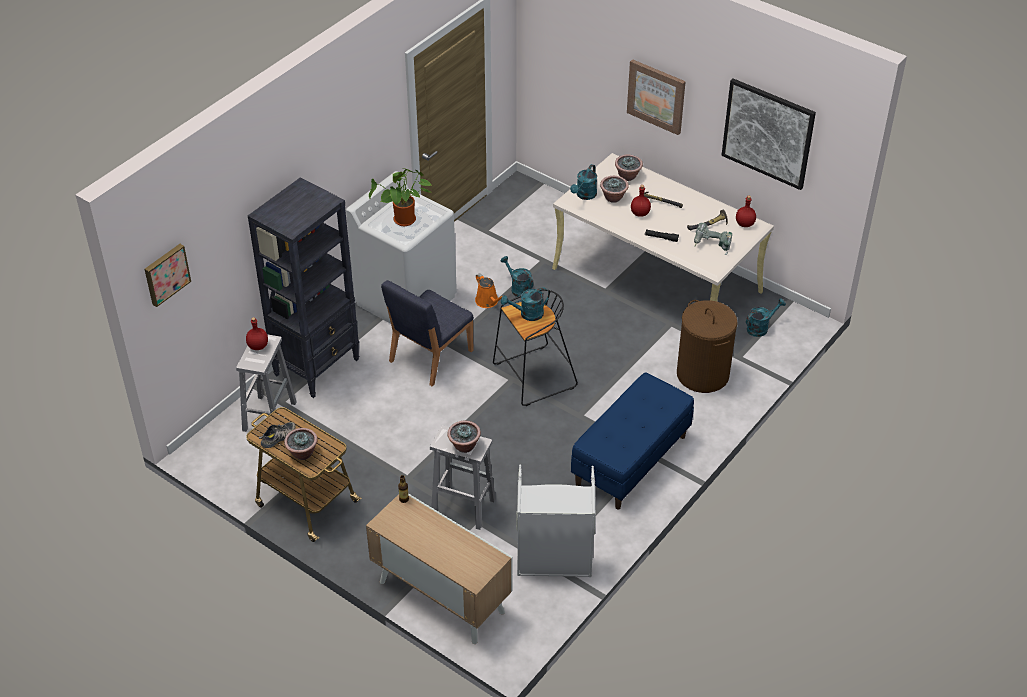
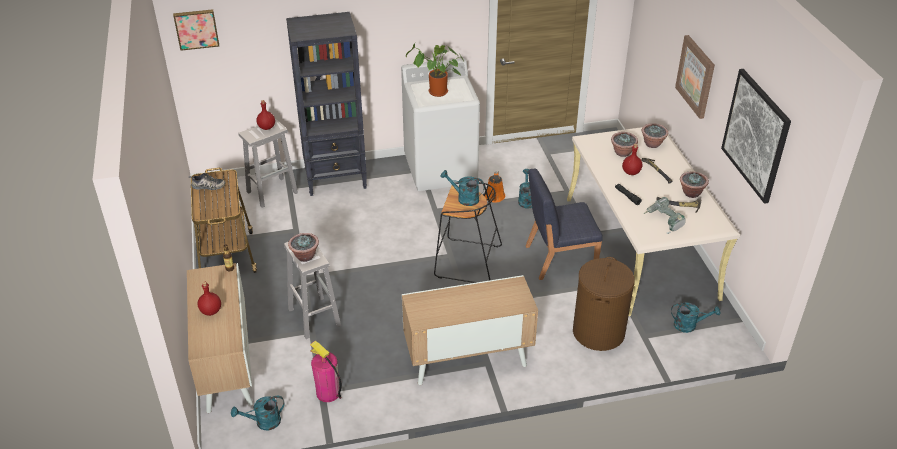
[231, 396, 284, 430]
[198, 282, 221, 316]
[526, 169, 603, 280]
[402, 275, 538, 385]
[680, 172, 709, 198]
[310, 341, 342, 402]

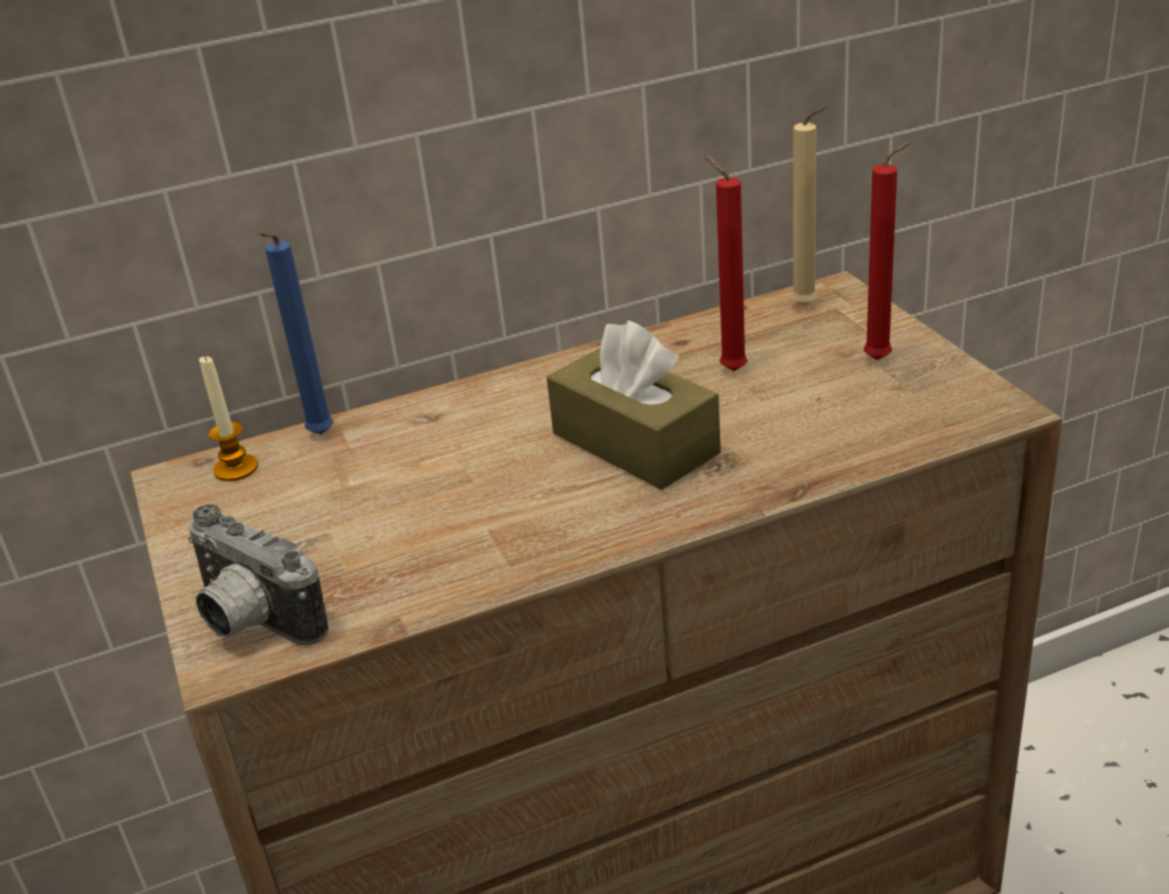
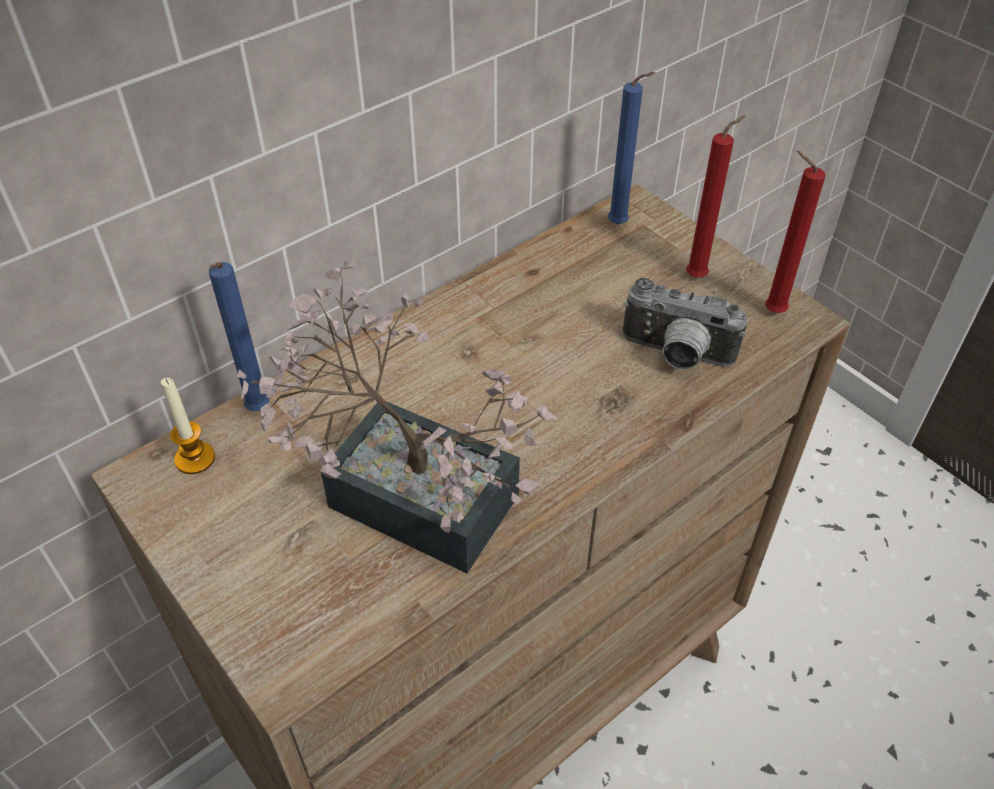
[608, 72, 656, 225]
[765, 151, 825, 313]
[547, 321, 721, 490] (first image)
[622, 278, 748, 370]
[237, 261, 558, 573]

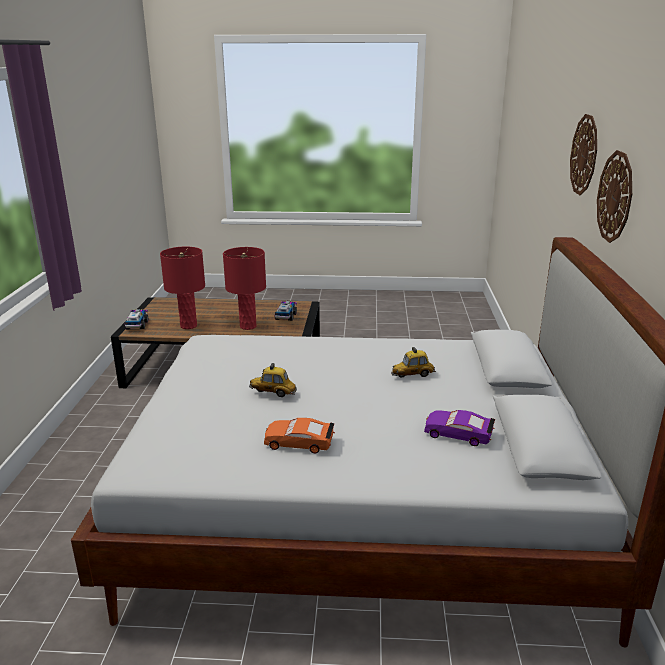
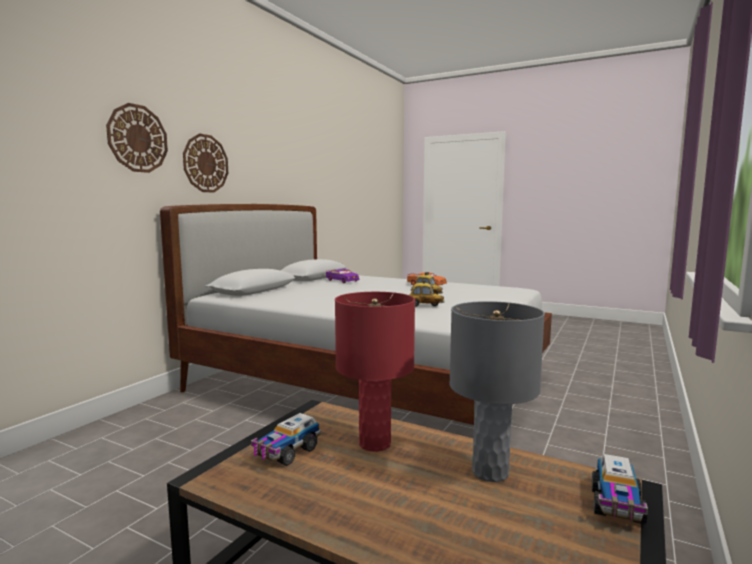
[449, 301, 545, 482]
[410, 279, 444, 307]

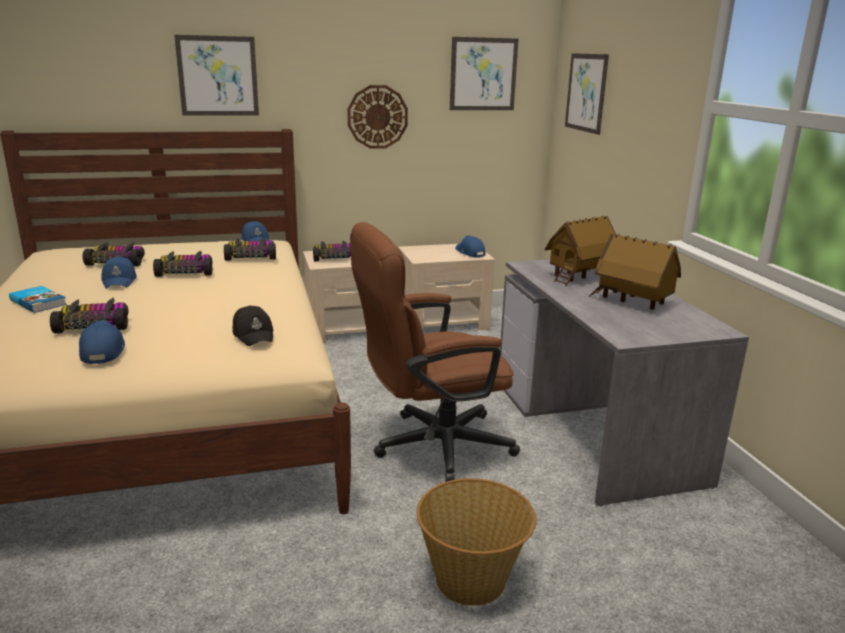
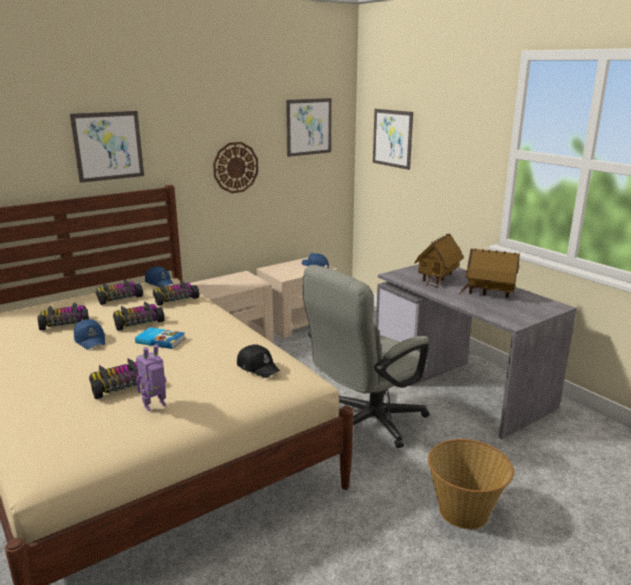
[302, 265, 429, 448]
[96, 279, 143, 305]
[135, 327, 185, 349]
[136, 344, 167, 411]

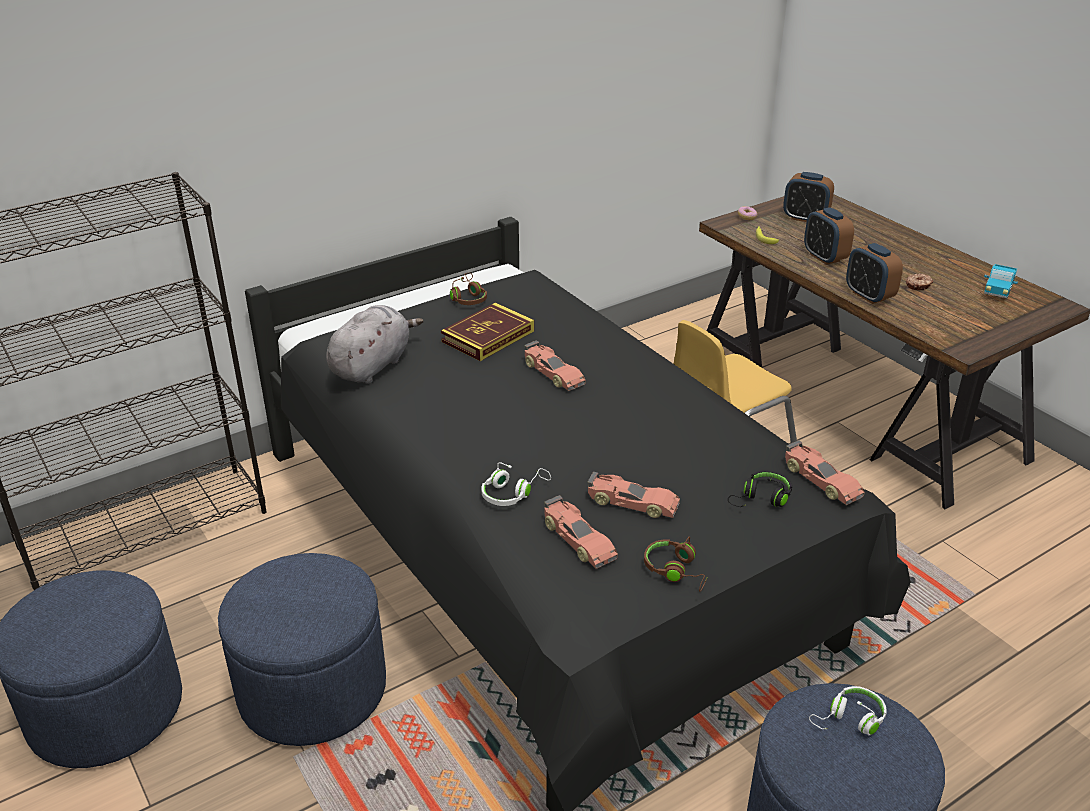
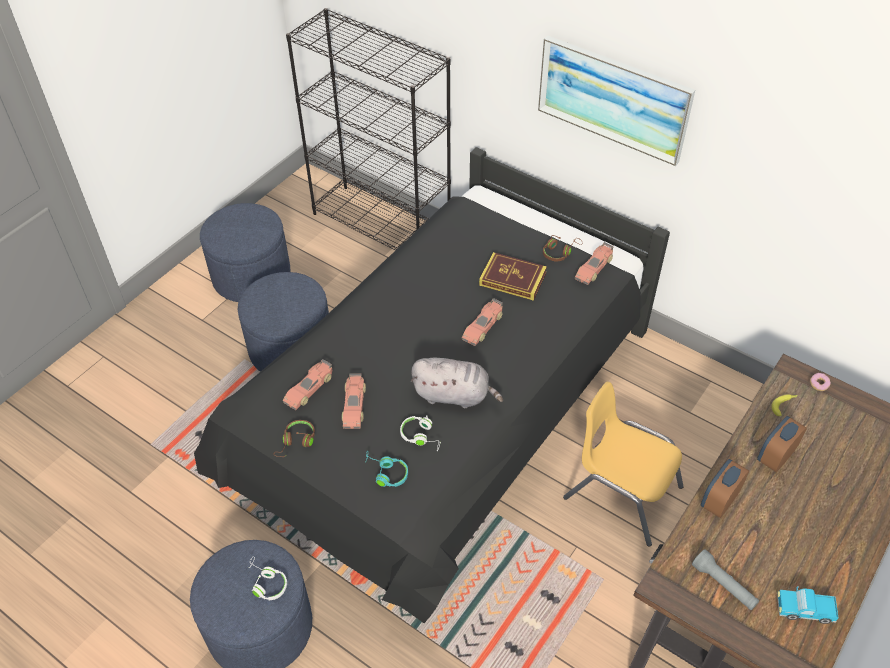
[783, 172, 834, 222] (first image)
[906, 274, 933, 290] (first image)
[411, 358, 503, 408]
[575, 242, 614, 285]
[400, 416, 441, 452]
[365, 450, 408, 487]
[538, 36, 695, 166]
[692, 549, 759, 610]

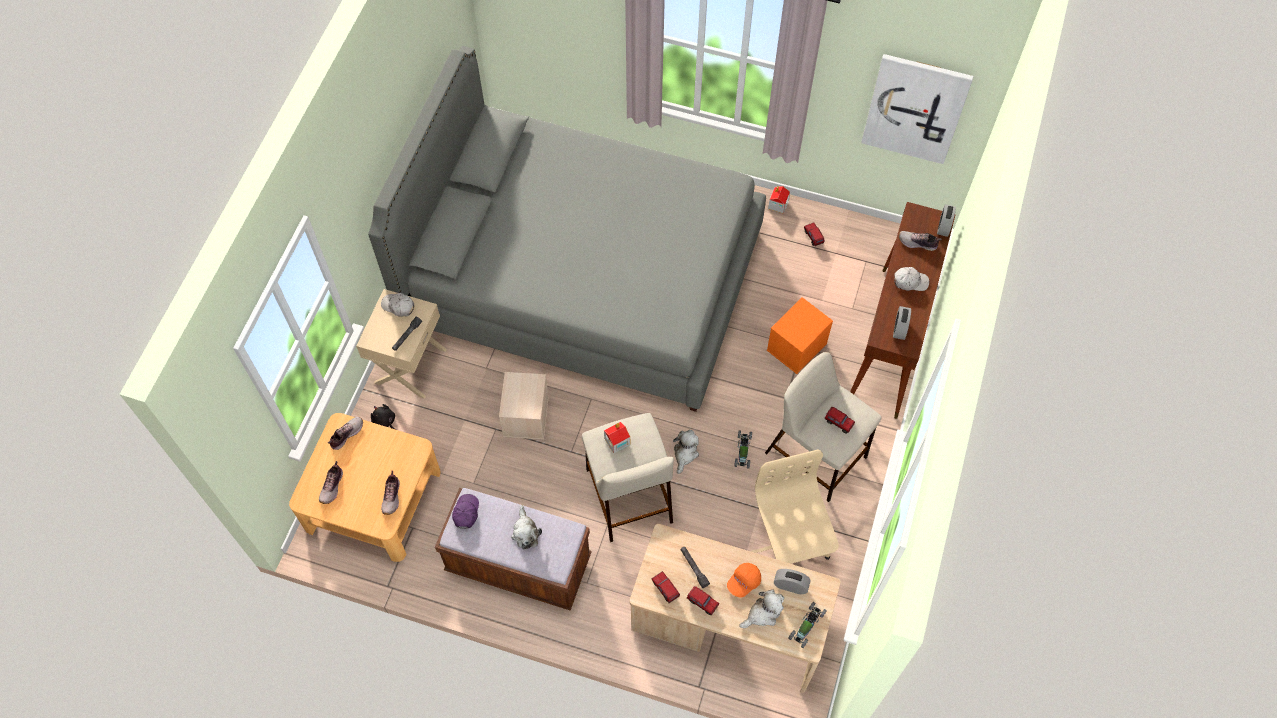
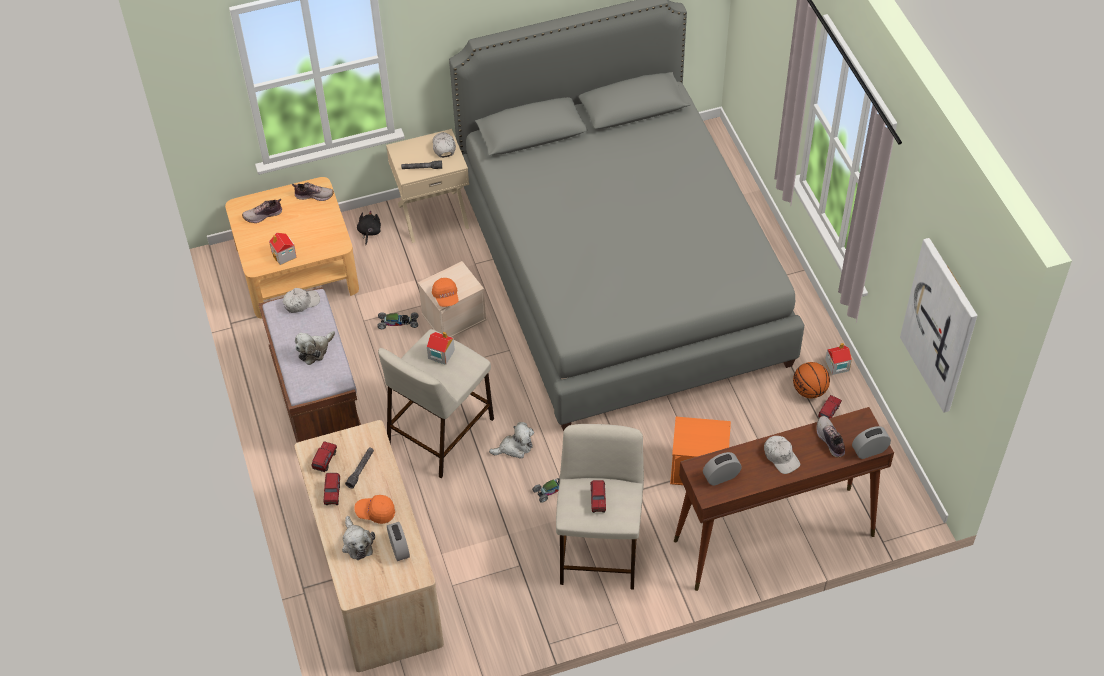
[750, 450, 839, 564] (first image)
[269, 233, 297, 265]
[283, 288, 320, 313]
[342, 516, 375, 560]
[377, 312, 419, 329]
[432, 278, 458, 307]
[793, 362, 830, 399]

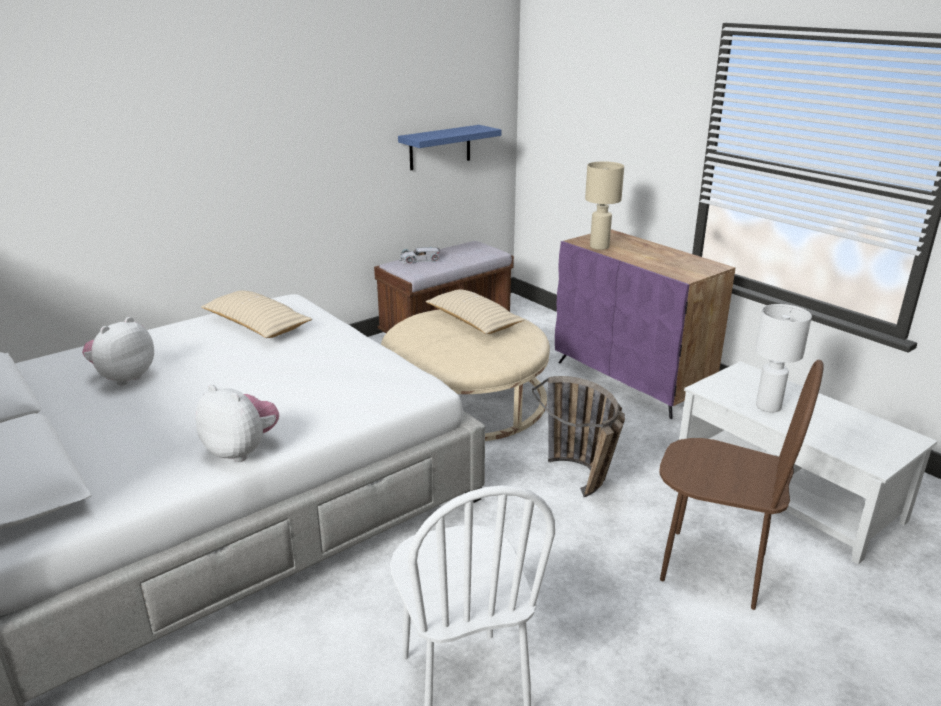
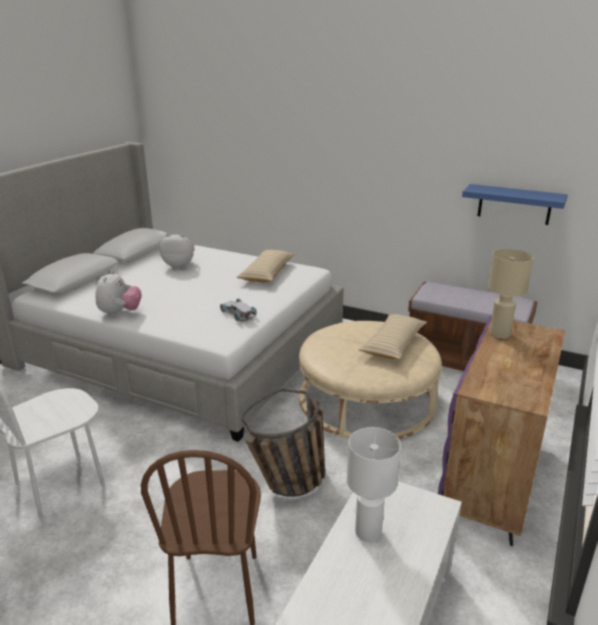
[220, 299, 257, 321]

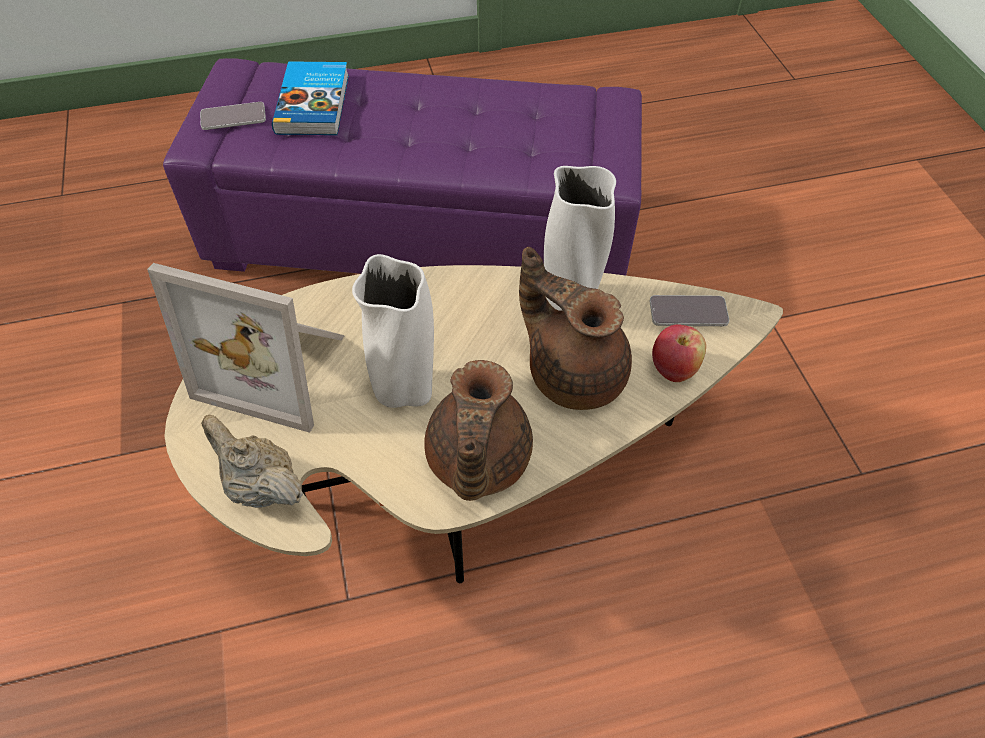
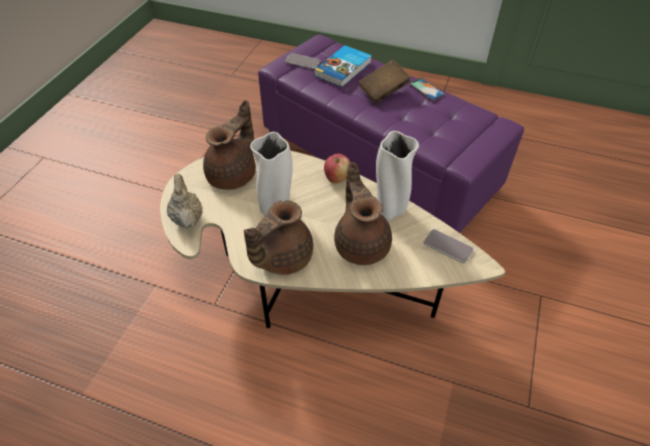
[203, 100, 256, 190]
[324, 154, 350, 184]
[358, 59, 411, 104]
[410, 78, 445, 101]

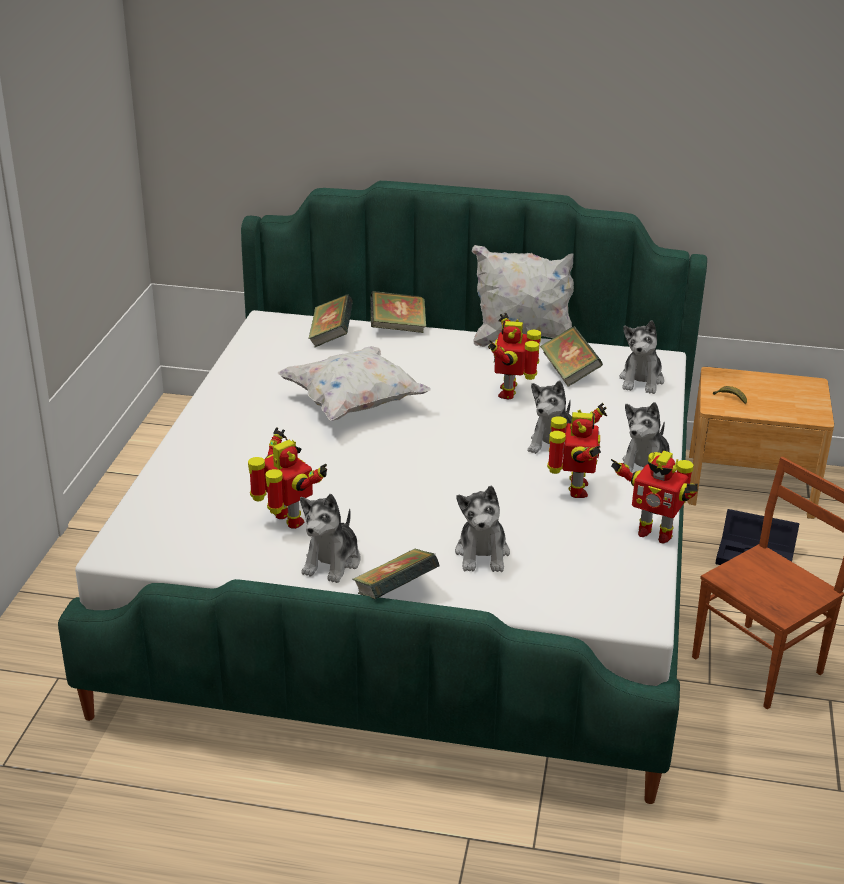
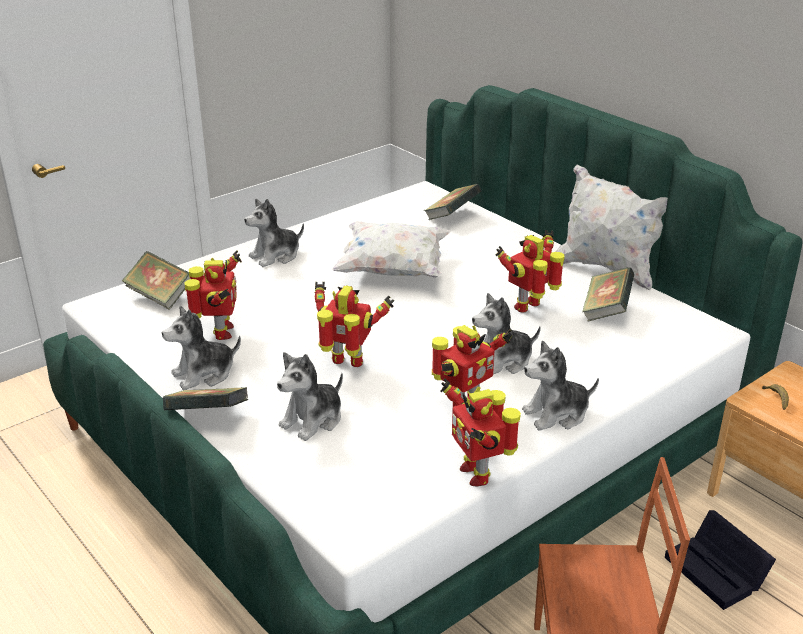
[122, 251, 190, 310]
[244, 198, 304, 267]
[315, 282, 394, 367]

